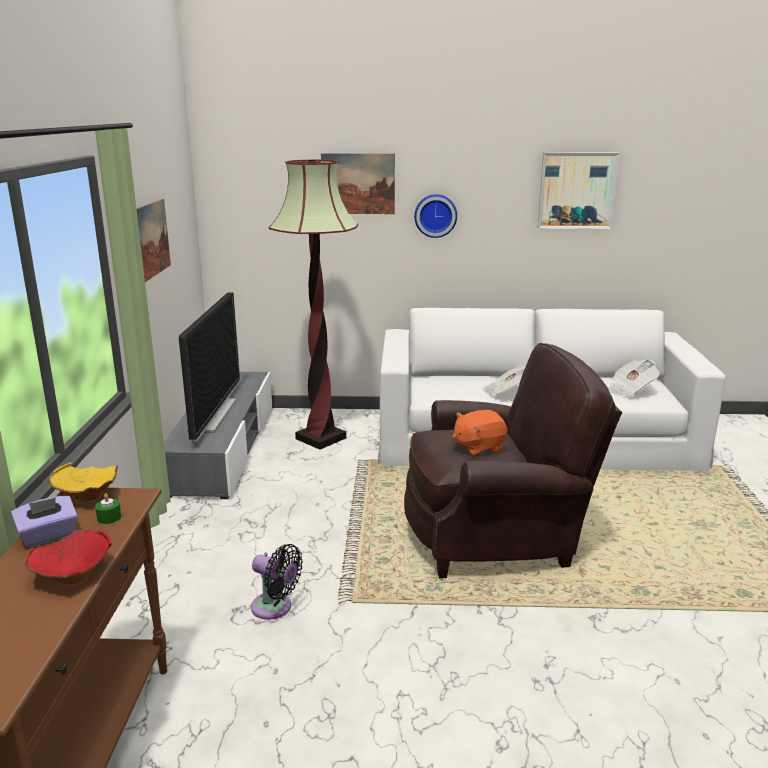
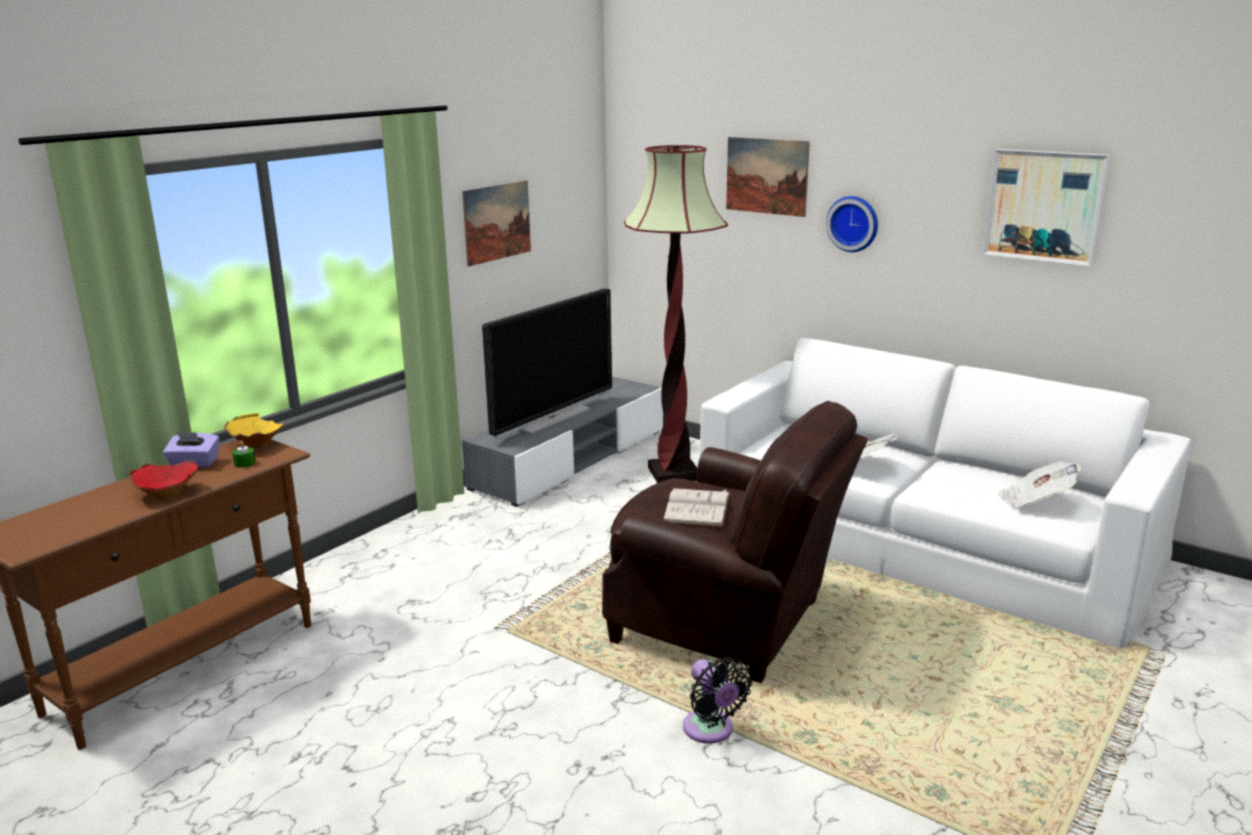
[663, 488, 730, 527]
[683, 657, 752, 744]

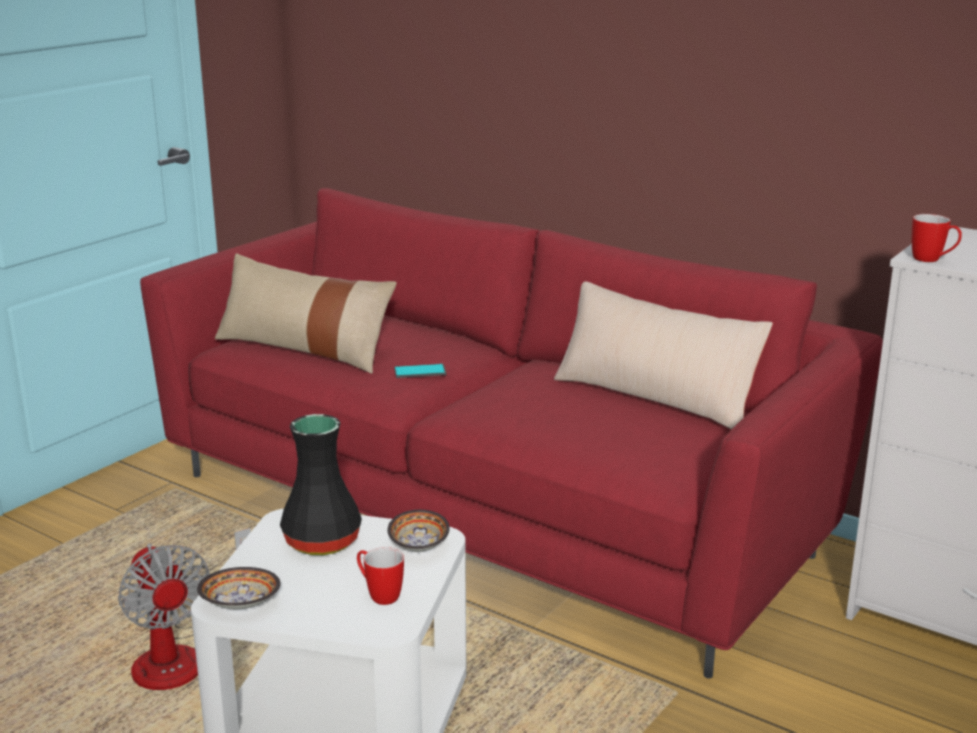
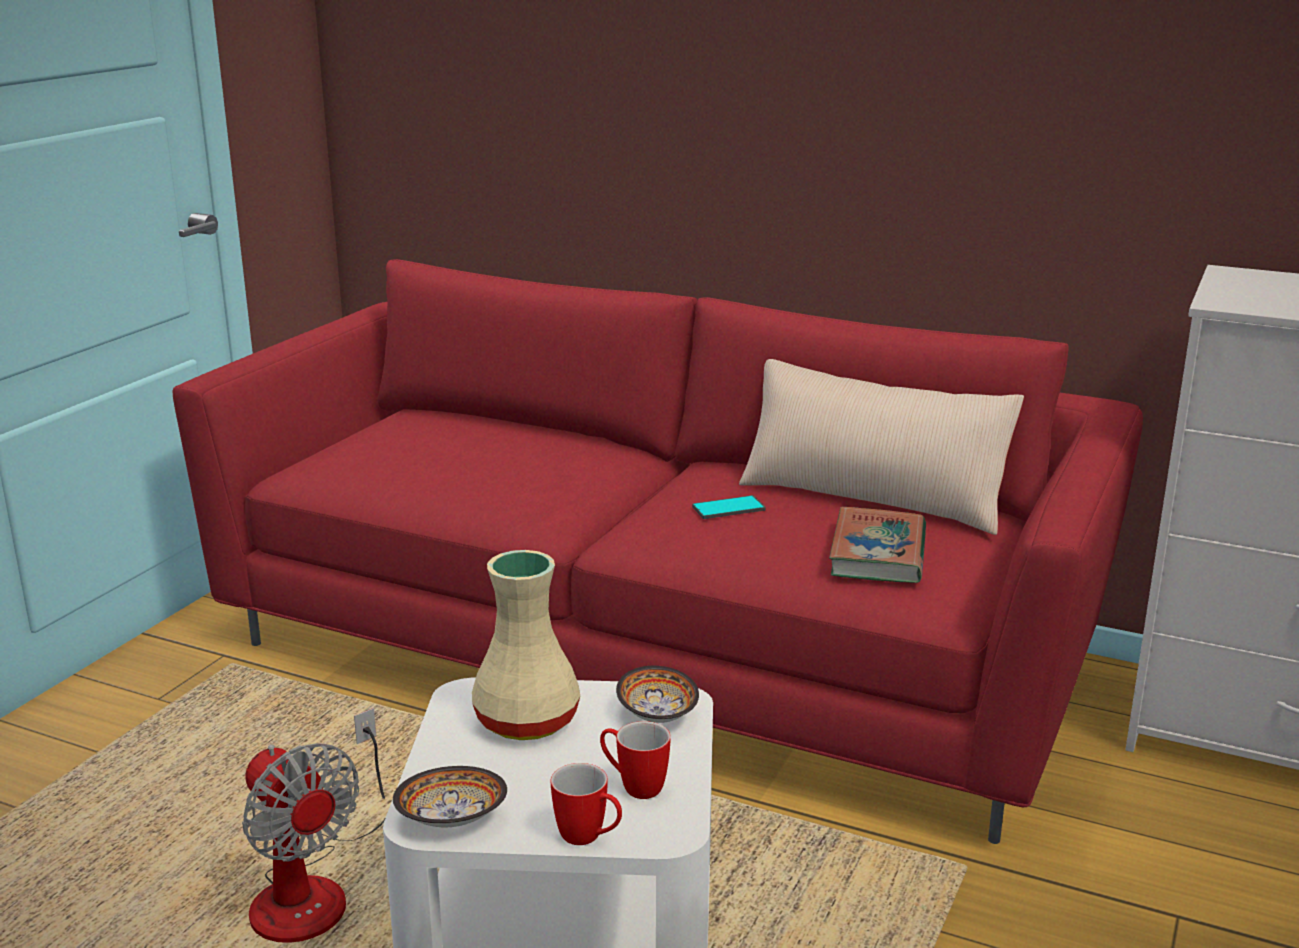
[551, 763, 622, 845]
[215, 253, 397, 374] (first image)
[692, 495, 766, 519]
[472, 550, 580, 740]
[829, 507, 926, 583]

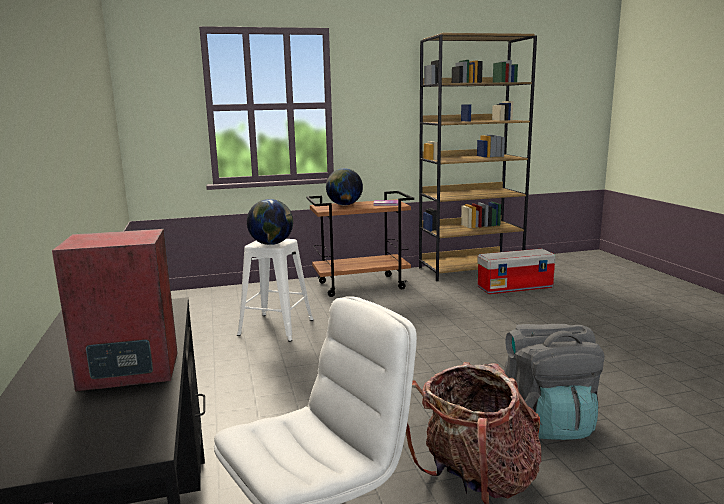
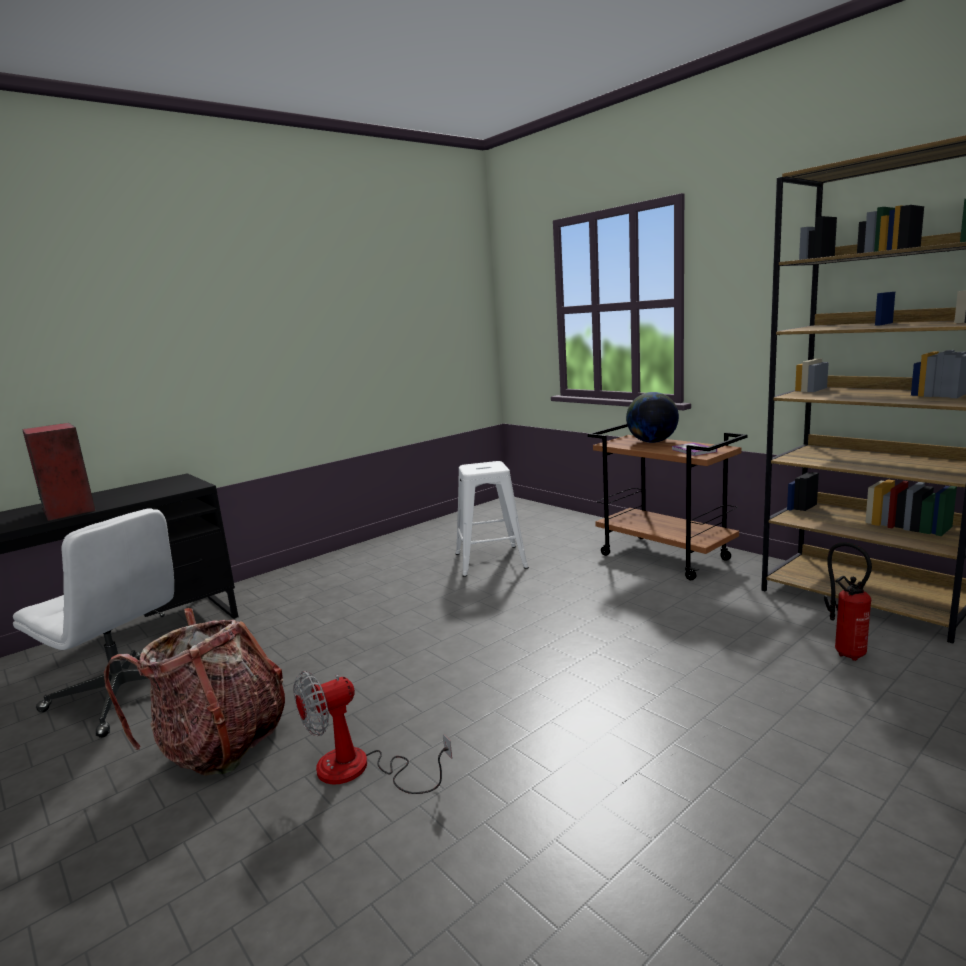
[247, 199, 293, 245] (first image)
[824, 542, 872, 661]
[293, 671, 452, 794]

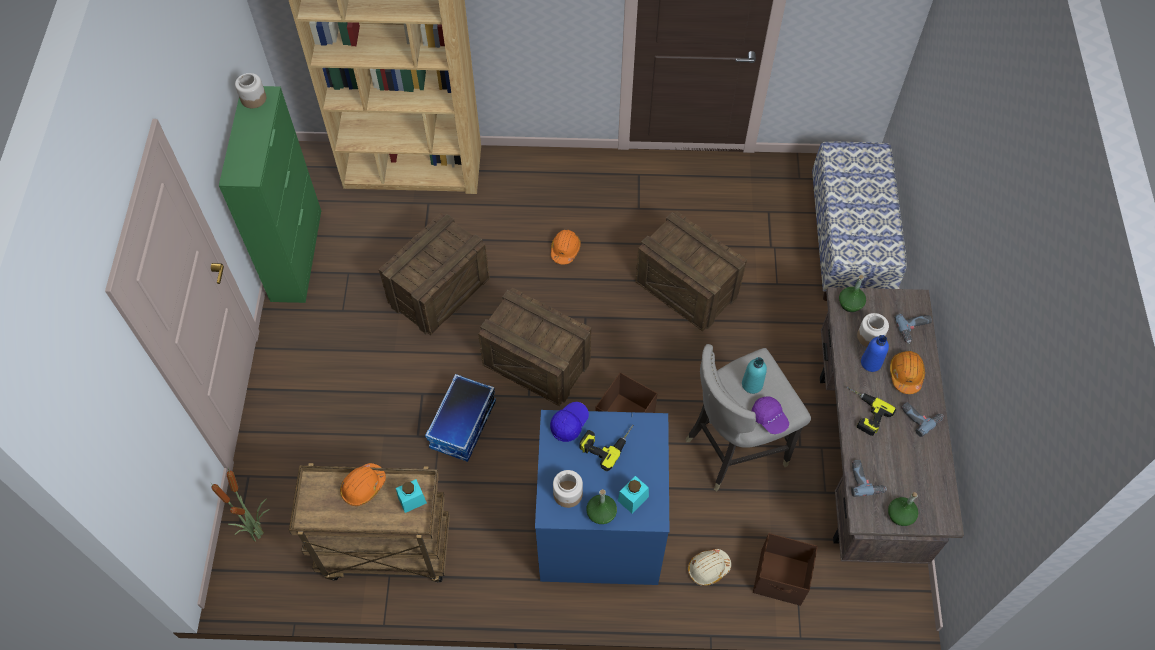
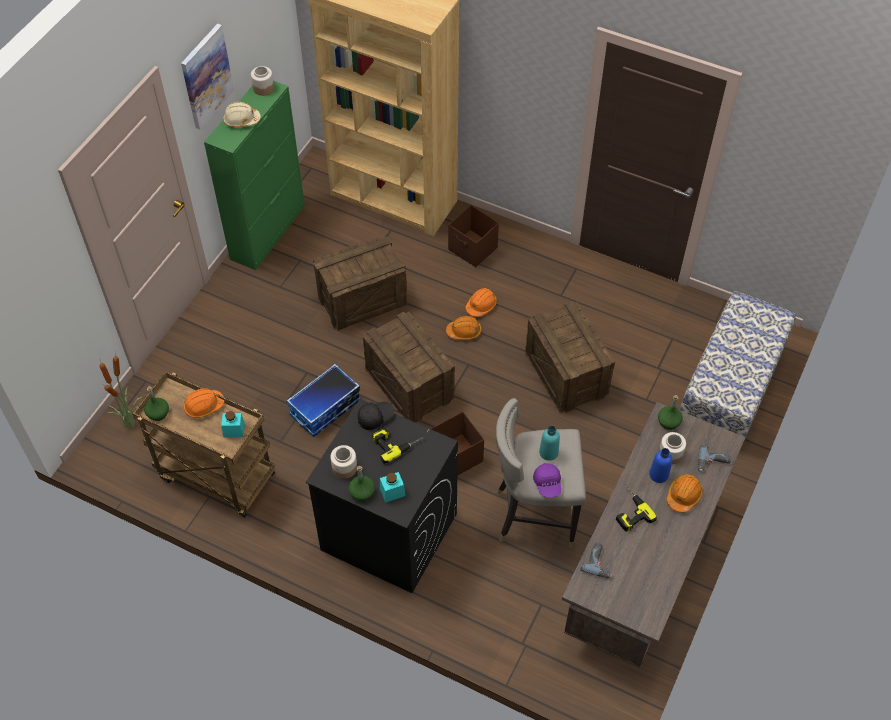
[358, 402, 394, 430]
[901, 402, 944, 437] (first image)
[306, 399, 458, 593]
[144, 386, 169, 421]
[448, 205, 499, 267]
[223, 102, 261, 127]
[181, 23, 234, 129]
[446, 316, 481, 340]

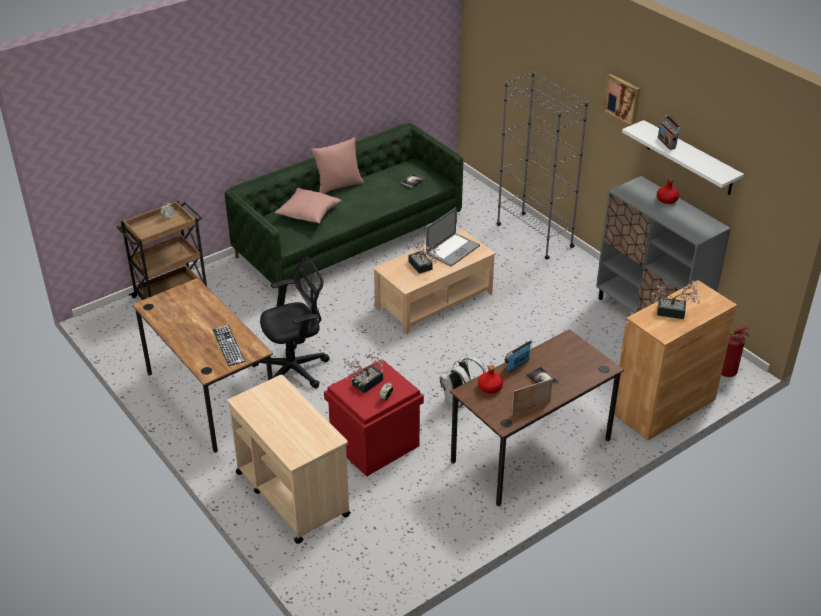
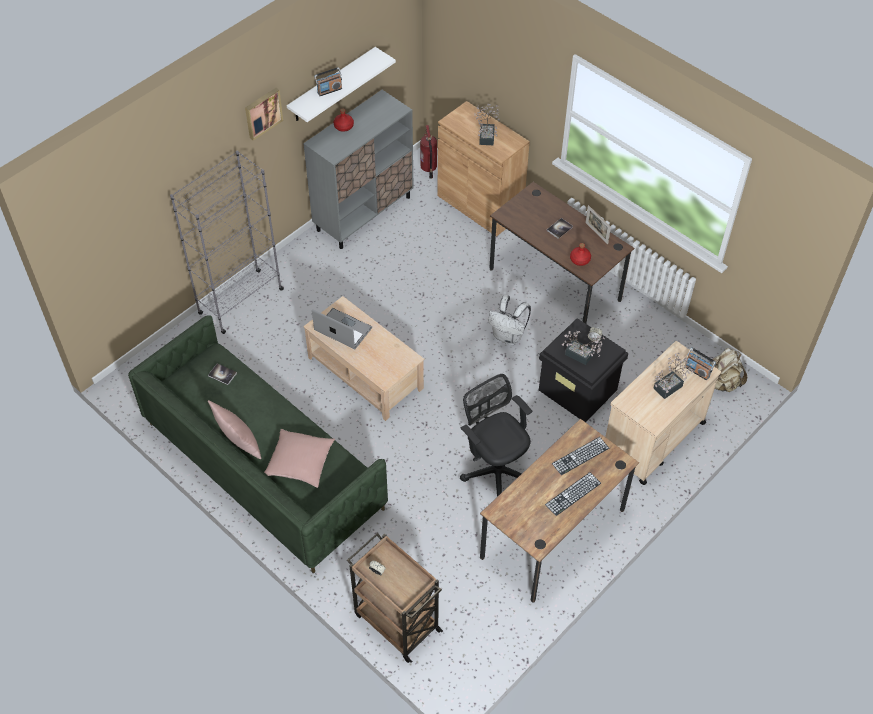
[653, 353, 694, 399]
[685, 348, 716, 380]
[539, 318, 628, 422]
[710, 348, 747, 392]
[545, 472, 601, 516]

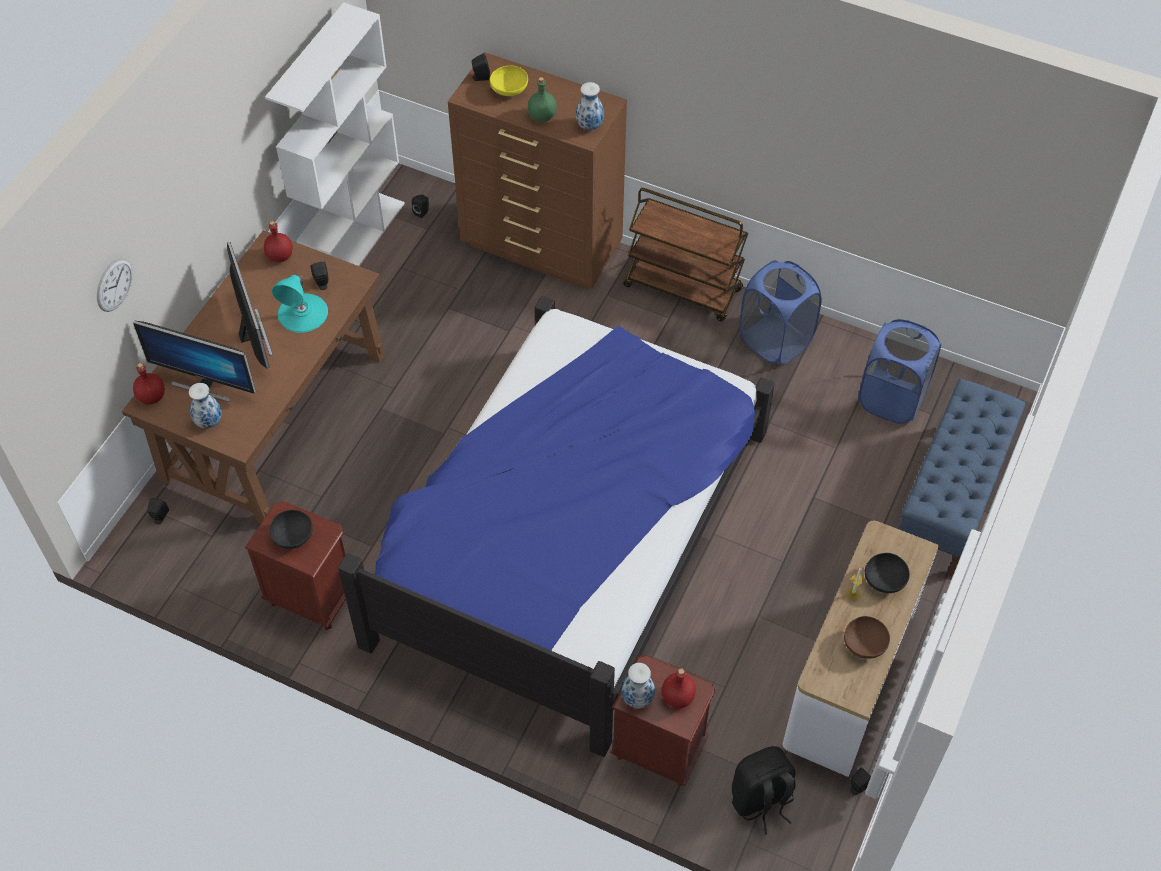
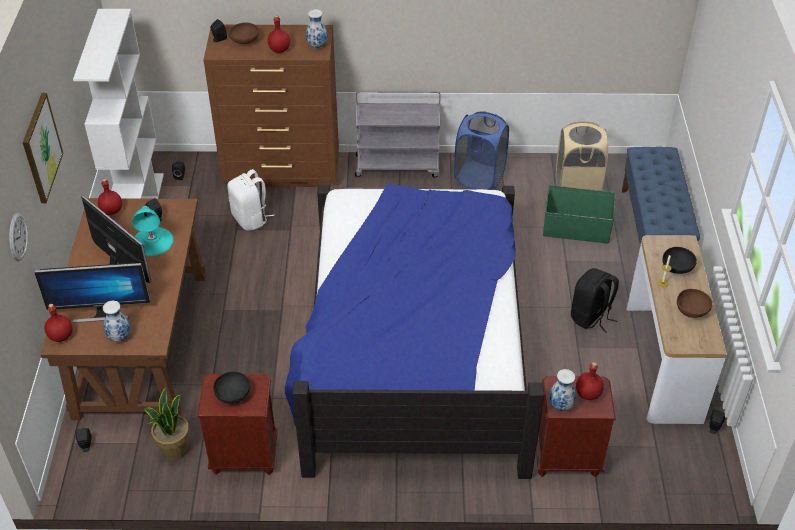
[229, 22, 259, 44]
[268, 15, 290, 53]
[355, 90, 441, 178]
[556, 121, 609, 191]
[571, 268, 619, 333]
[23, 93, 63, 203]
[227, 169, 274, 231]
[543, 185, 616, 244]
[144, 387, 190, 460]

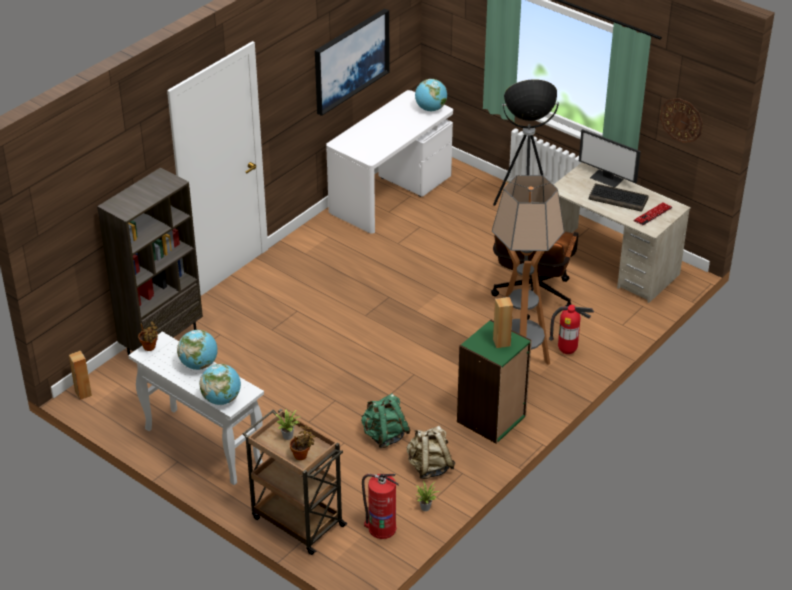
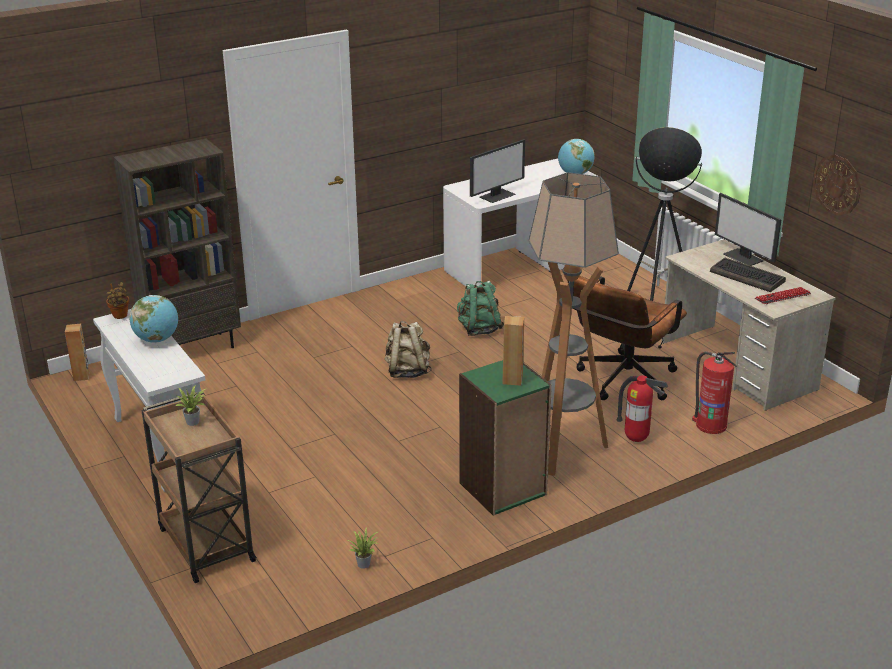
[315, 9, 389, 116] (first image)
[200, 364, 241, 405] (first image)
[457, 281, 504, 336]
[290, 425, 316, 460] (first image)
[385, 321, 432, 378]
[692, 351, 737, 434]
[470, 139, 525, 203]

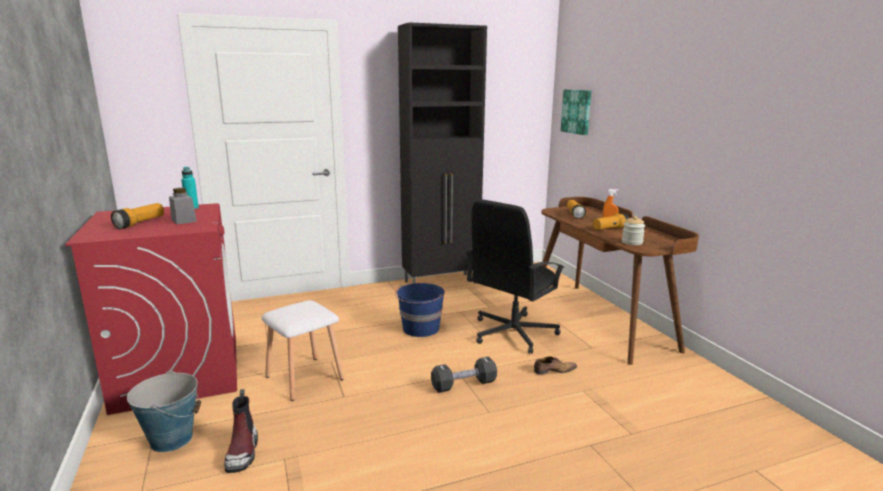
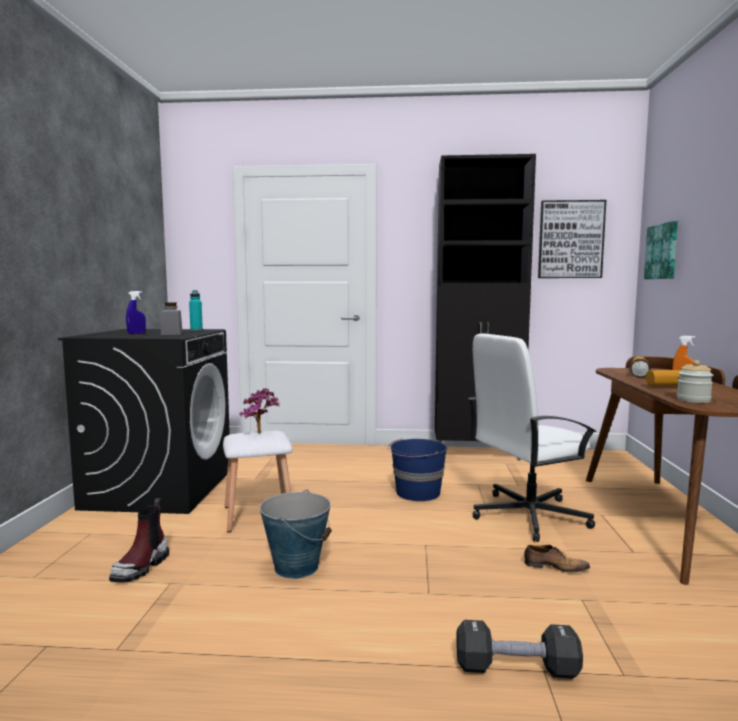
[468, 333, 597, 542]
[58, 329, 230, 514]
[126, 291, 146, 334]
[456, 620, 583, 679]
[260, 489, 332, 579]
[538, 200, 606, 278]
[239, 388, 280, 433]

